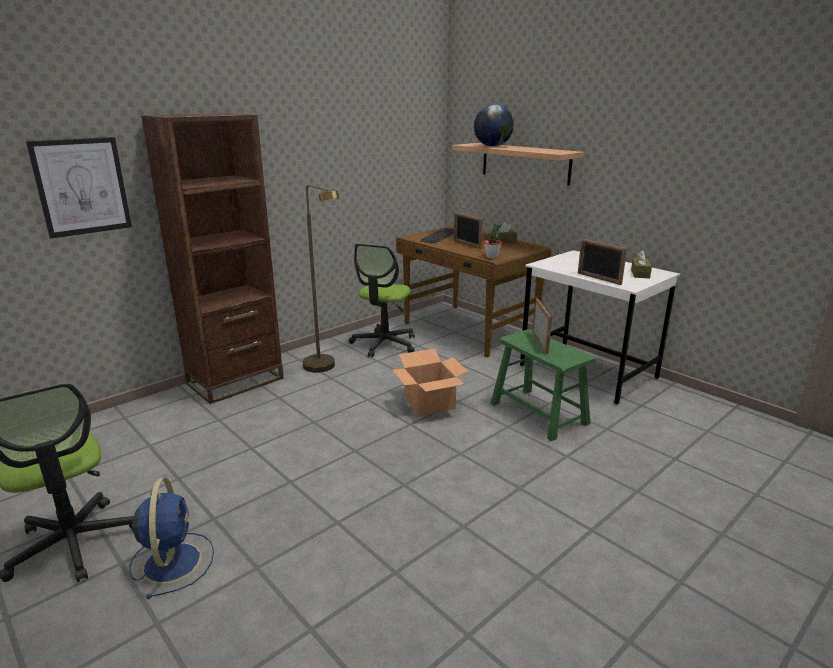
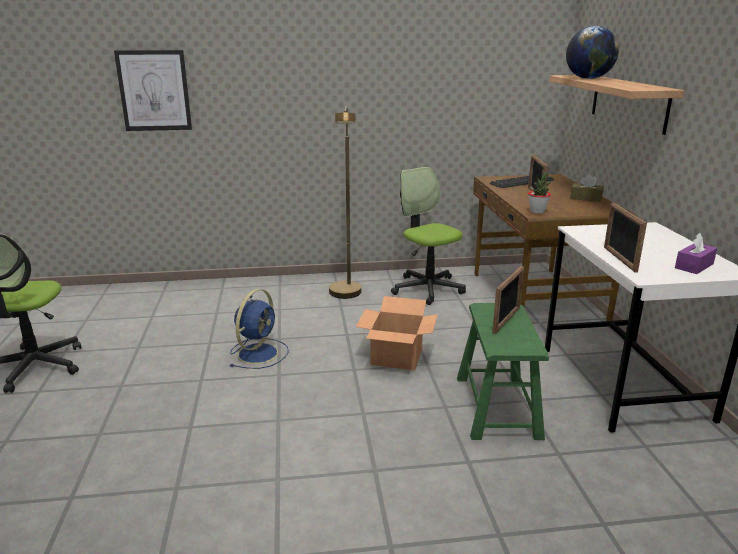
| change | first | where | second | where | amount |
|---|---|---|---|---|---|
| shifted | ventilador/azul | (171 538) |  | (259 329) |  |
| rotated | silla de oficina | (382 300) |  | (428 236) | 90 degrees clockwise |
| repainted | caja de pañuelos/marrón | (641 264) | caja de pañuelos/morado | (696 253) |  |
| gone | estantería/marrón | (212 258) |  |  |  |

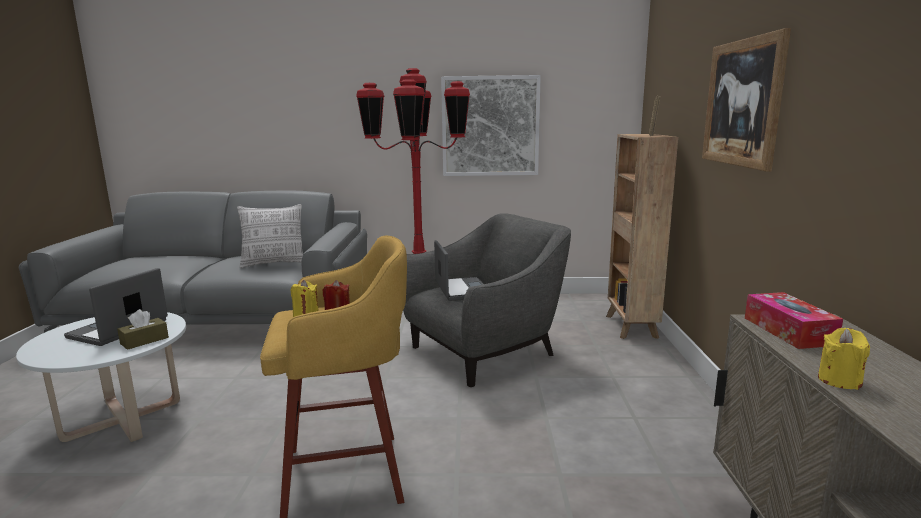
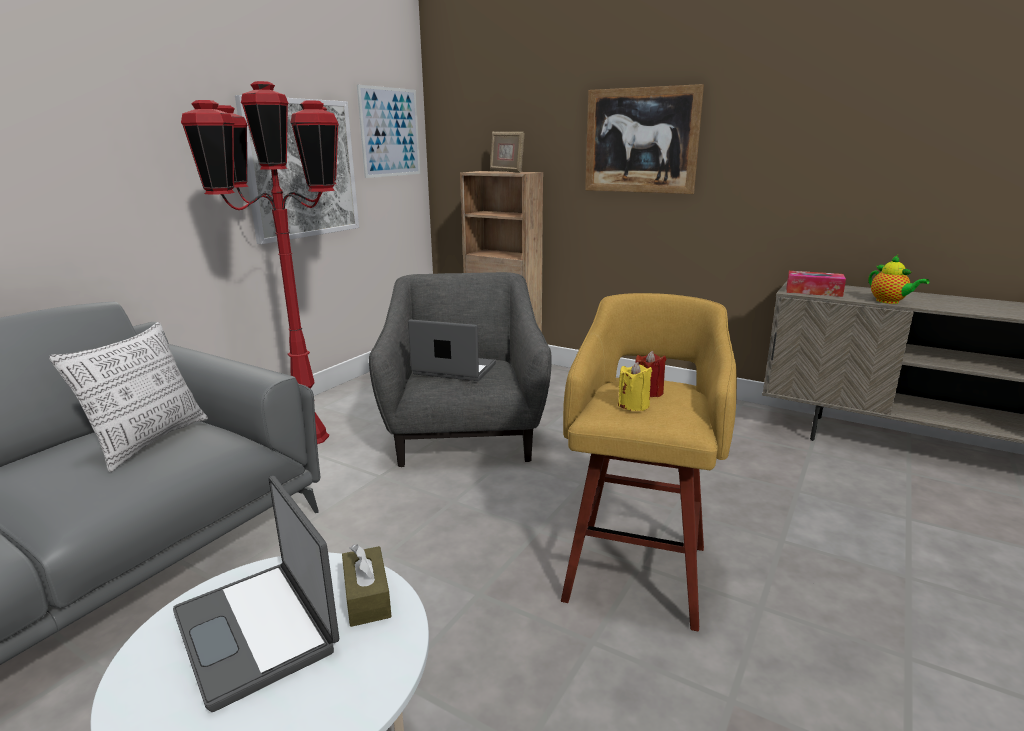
| change | first | where | second | where | amount |
|---|---|---|---|---|---|
| new |  |  | cuadro | (388 131) |  |
| swapped | vela/amarillo | (844 359) | tetera | (899 279) |  |

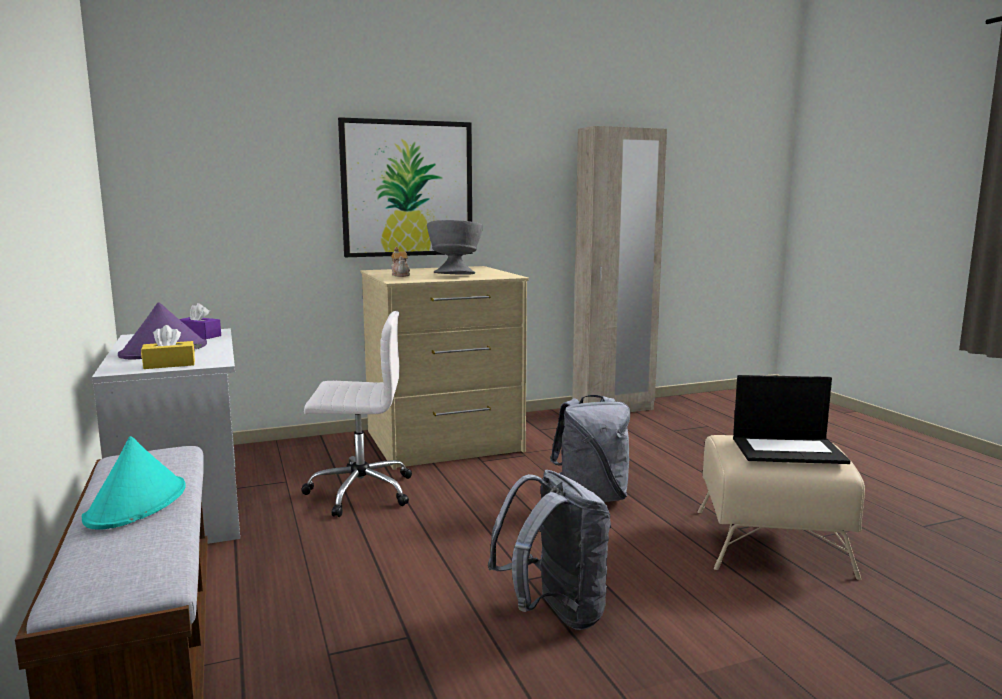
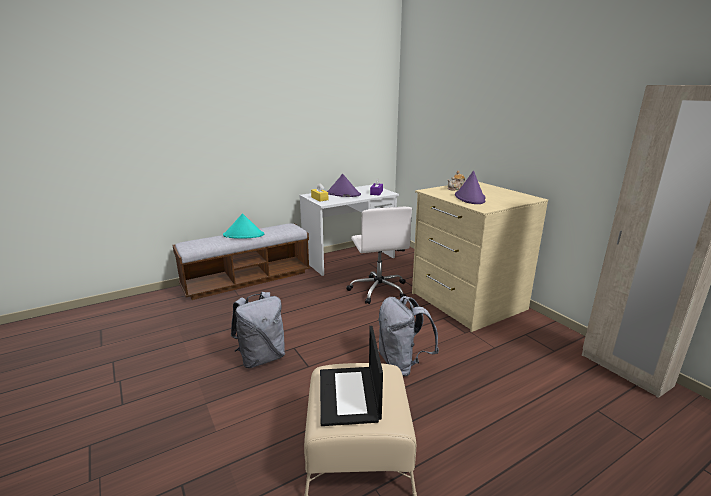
| change | first | where | second | where | amount |
|---|---|---|---|---|---|
| swapped | cuenco/gris | (455 247) | sombrero/morado | (470 187) |  |
| gone | cuadro | (405 187) |  |  |  |

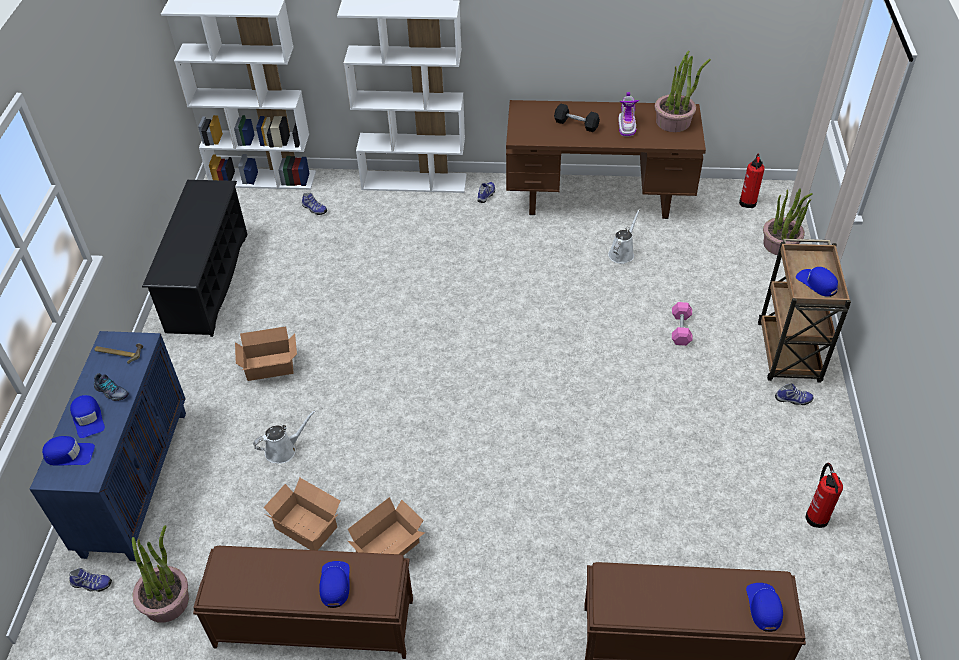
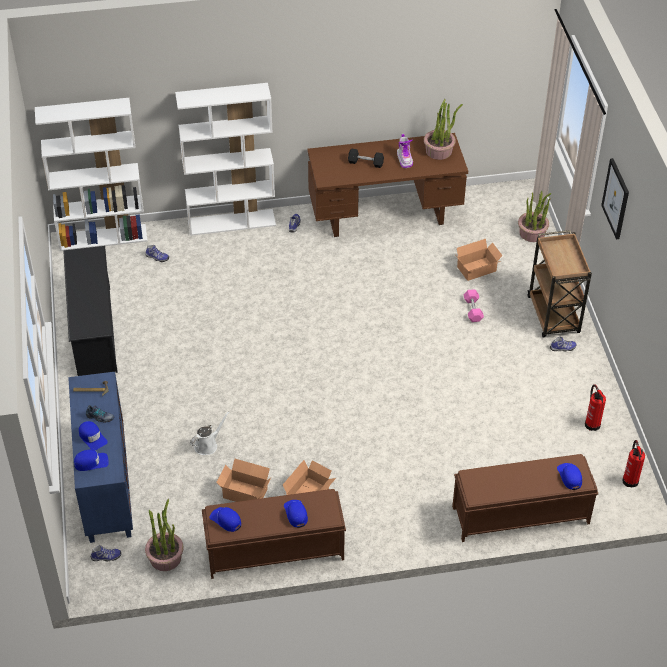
| change | first | where | second | where | amount |
|---|---|---|---|---|---|
| shifted | gorra/azul | (817 282) |  | (225 519) |  |
| shifted | caja de cartón | (266 353) |  | (479 260) |  |
| new |  |  | cuadro | (615 199) |  |
| shifted | extintor | (752 180) |  | (633 463) |  |
| gone | regadera/blanco | (624 236) |  |  |  |

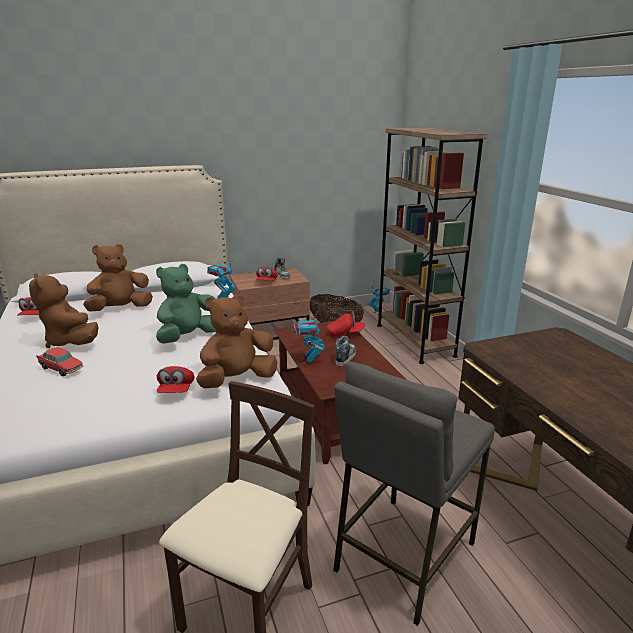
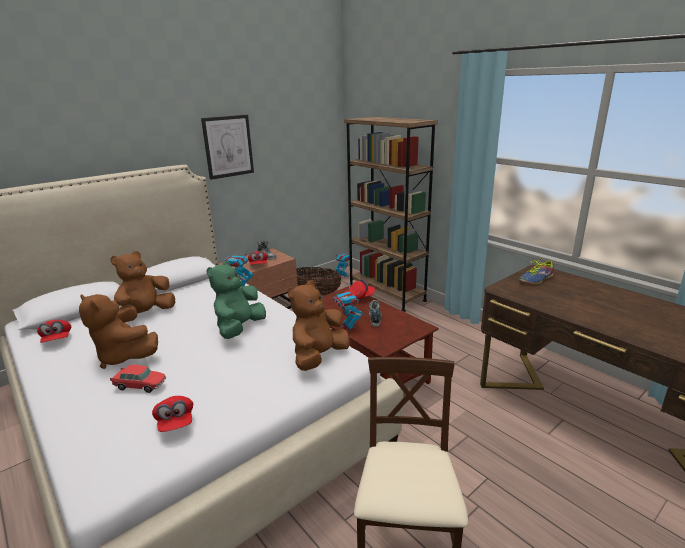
| change | first | where | second | where | amount |
|---|---|---|---|---|---|
| shifted | gorra/rojo | (176 379) |  | (172 414) |  |
| new |  |  | cuadro | (227 147) |  |
| new |  |  | zapato | (536 271) |  |
| gone | taburete/gris | (414 494) |  |  |  |

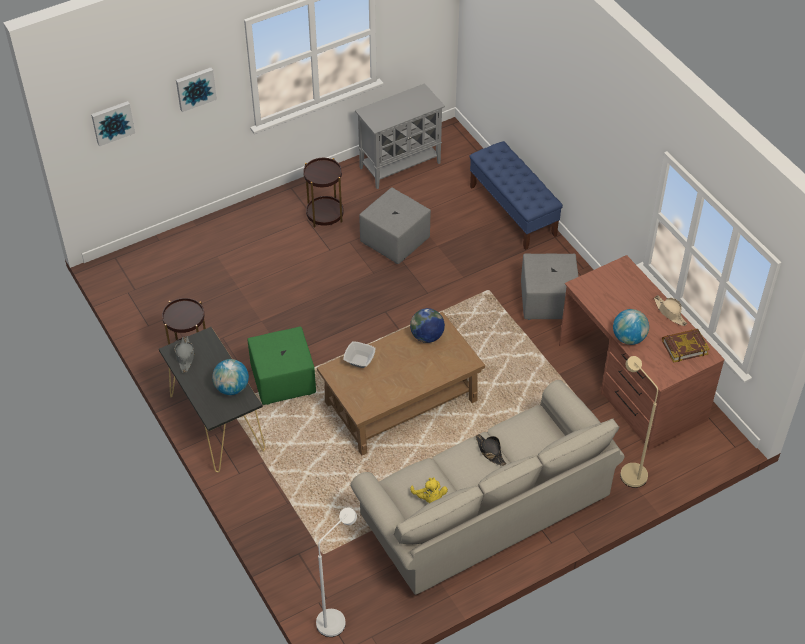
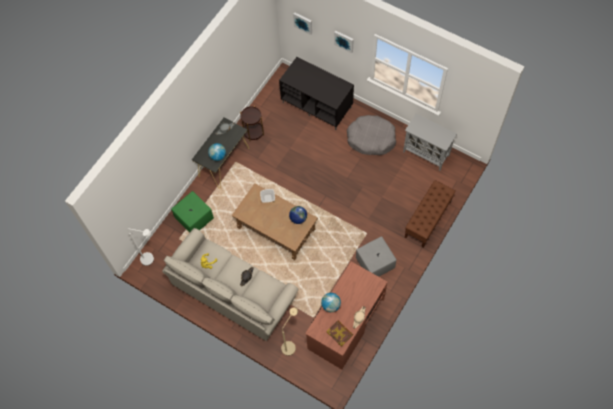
| change | first | where | second | where | amount |
|---|---|---|---|---|---|
| shifted | puf/verde | (282 365) |  | (192 212) |  |
| new |  |  | mueble de televisión/negro | (316 93) |  |
| swapped | mesa auxiliar/marrón | (323 193) | cama para perro/gris | (371 135) |  |
| repainted | banco/azul | (516 195) | banco/marrón | (430 214) |  |
| gone | puf/gris | (395 225) |  |  |  |

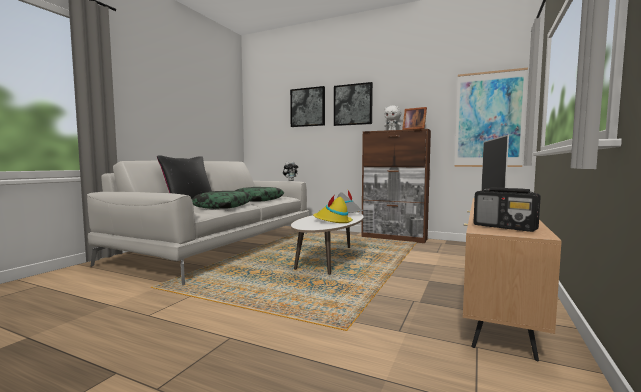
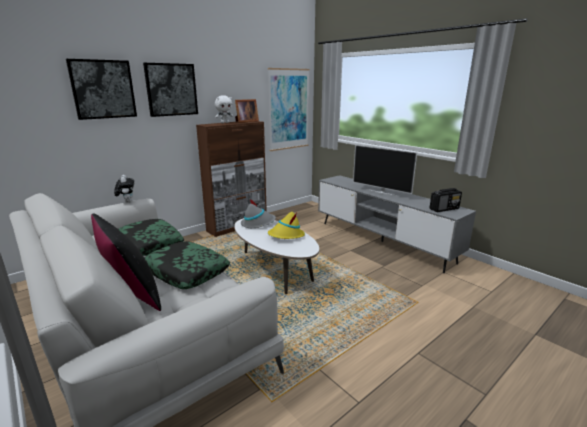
| change | first | where | second | where | amount |
|---|---|---|---|---|---|
| repainted | mueble de televisión/marrón | (512 279) | mueble de televisión/gris | (397 224) |  |

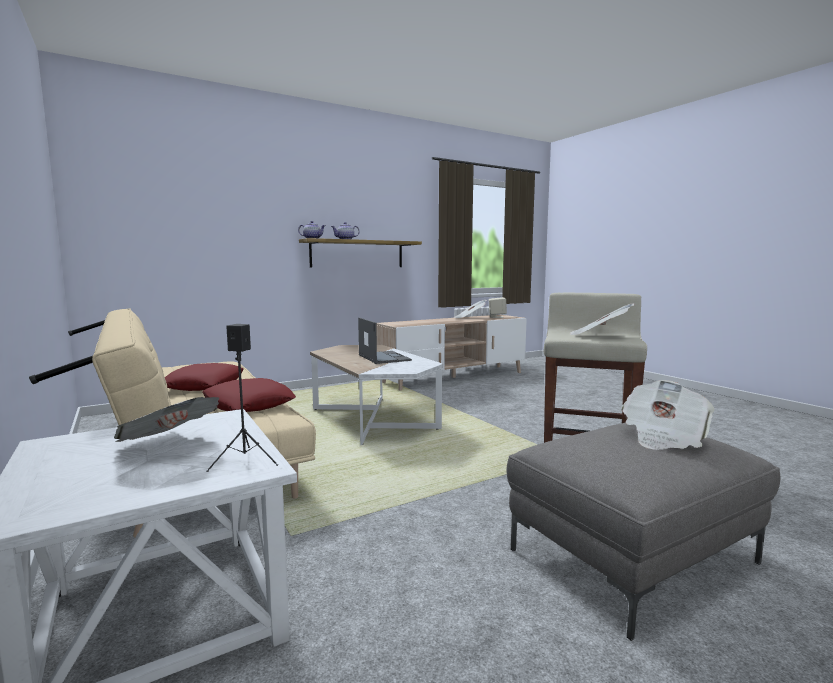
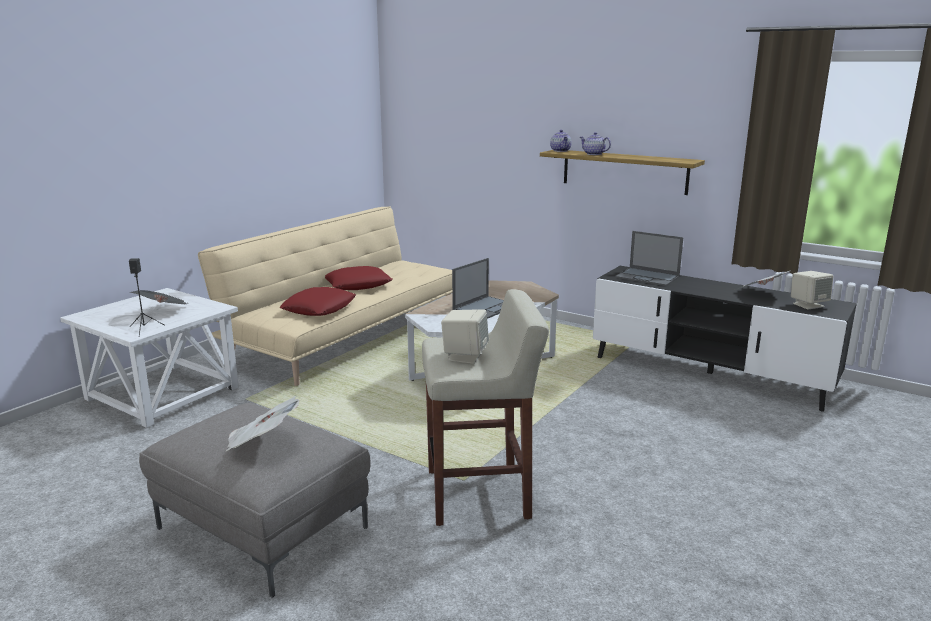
| change | first | where | second | where | amount |
|---|---|---|---|---|---|
| swapped | periódico | (602 319) | altavoz/beis | (465 336) |  |
| repainted | mueble de televisión/beis | (451 353) | mueble de televisión/negro | (725 339) |  |
| new |  |  | portátil | (649 258) |  |

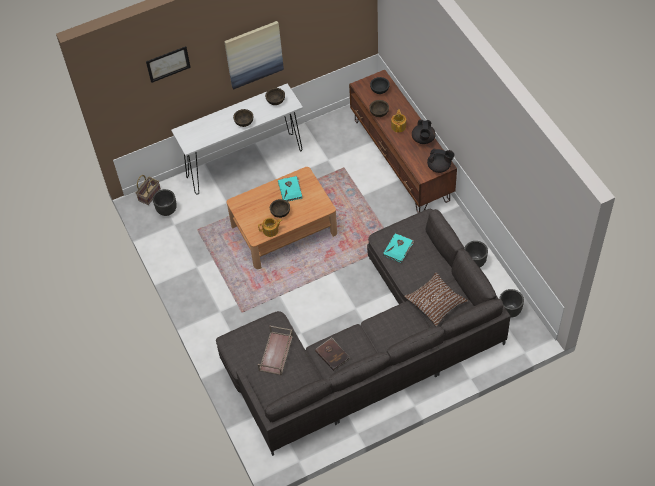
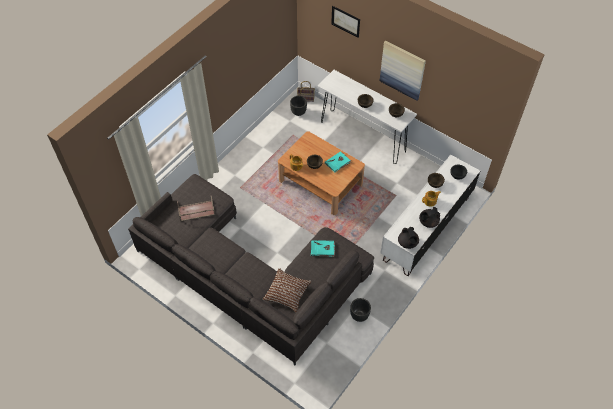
| change | first | where | second | where | amount |
|---|---|---|---|---|---|
| repainted | mueble de televisión/marrón | (403 141) | mueble de televisión/blanco | (430 215) |  |
| gone | libro/marrón | (332 354) |  |  |  |
| gone | maceta/negro | (511 303) |  |  |  |

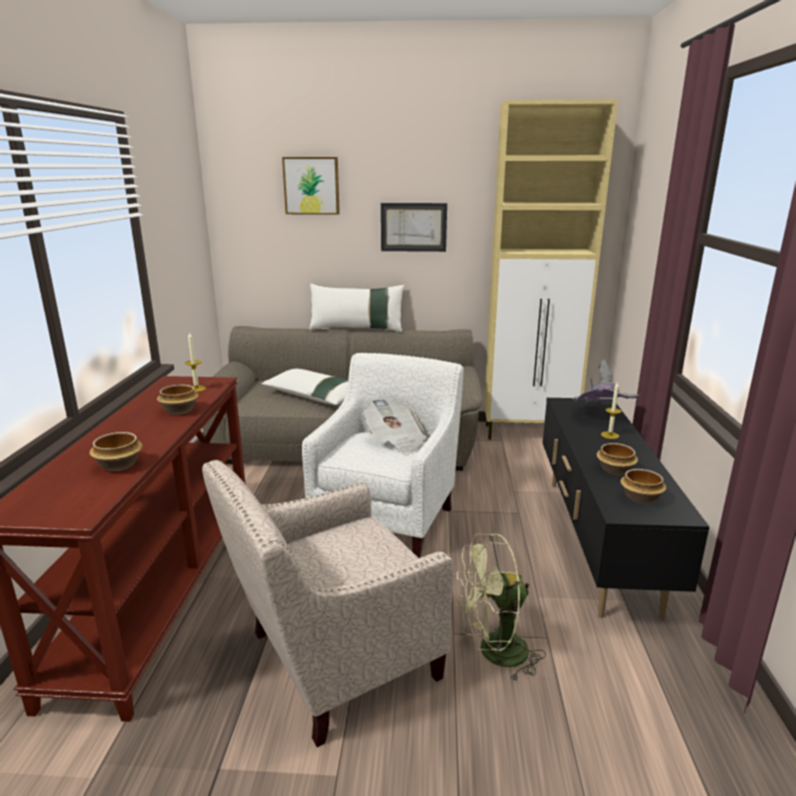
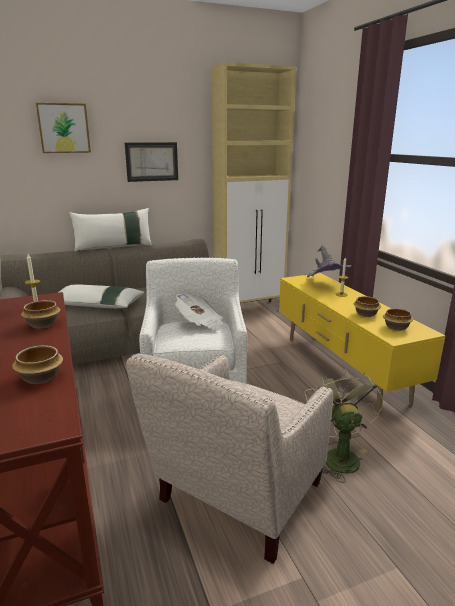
| change | first | where | second | where | amount |
|---|---|---|---|---|---|
| repainted | mueble de televisión/negro | (626 509) | mueble de televisión/amarillo | (362 343) |  |
| rotated | ventilador/verde | (501 608) |  | (343 426) | 120 degrees clockwise |

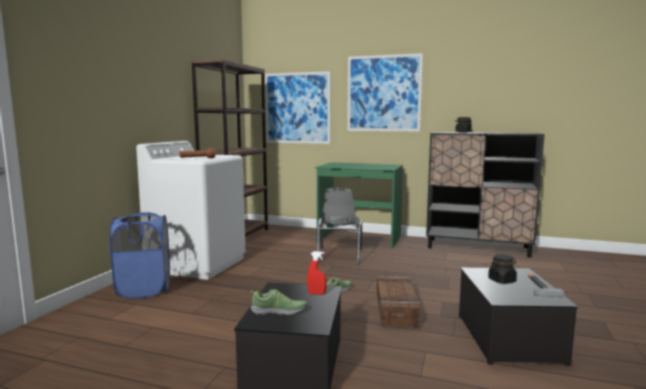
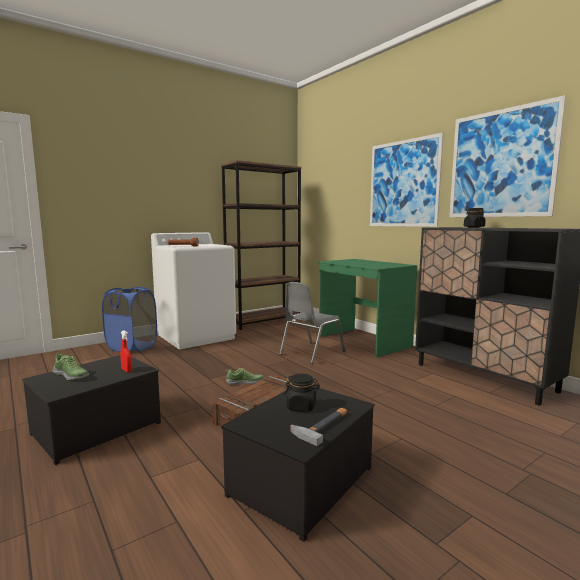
| change | first | where | second | where | amount |
|---|---|---|---|---|---|
| shifted | cuadro | (297 107) |  | (507 156) |  |

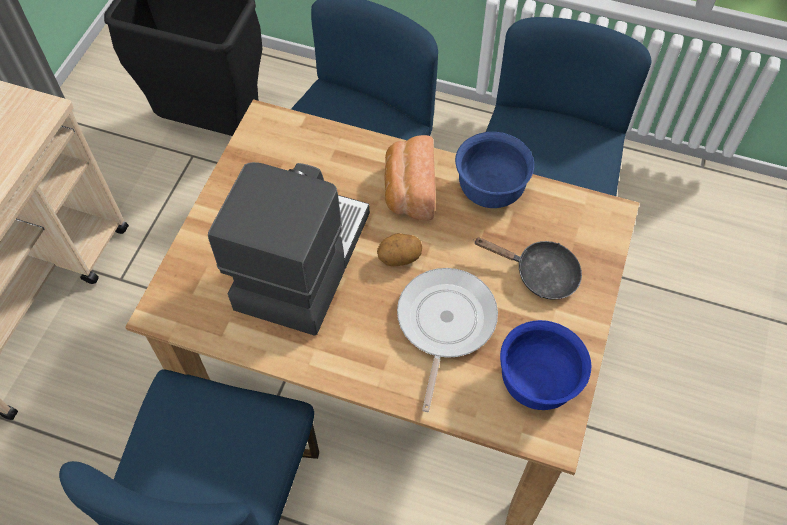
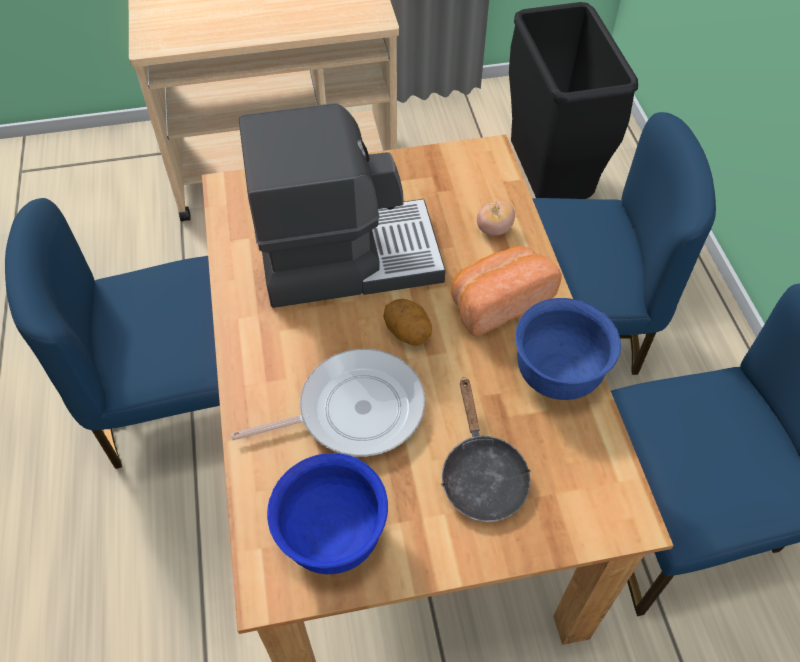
| change | first | where | second | where | amount |
|---|---|---|---|---|---|
| new |  |  | tomate | (496 218) |  |

